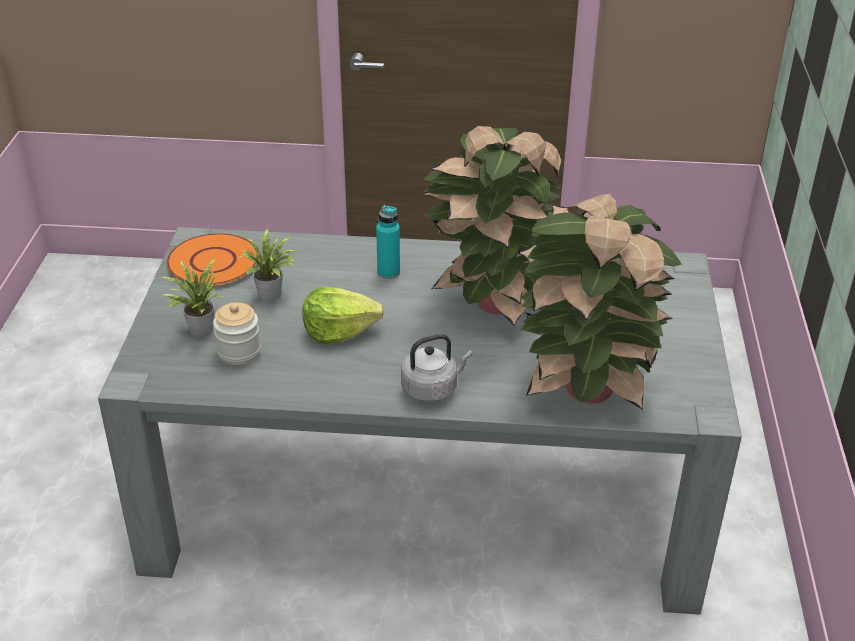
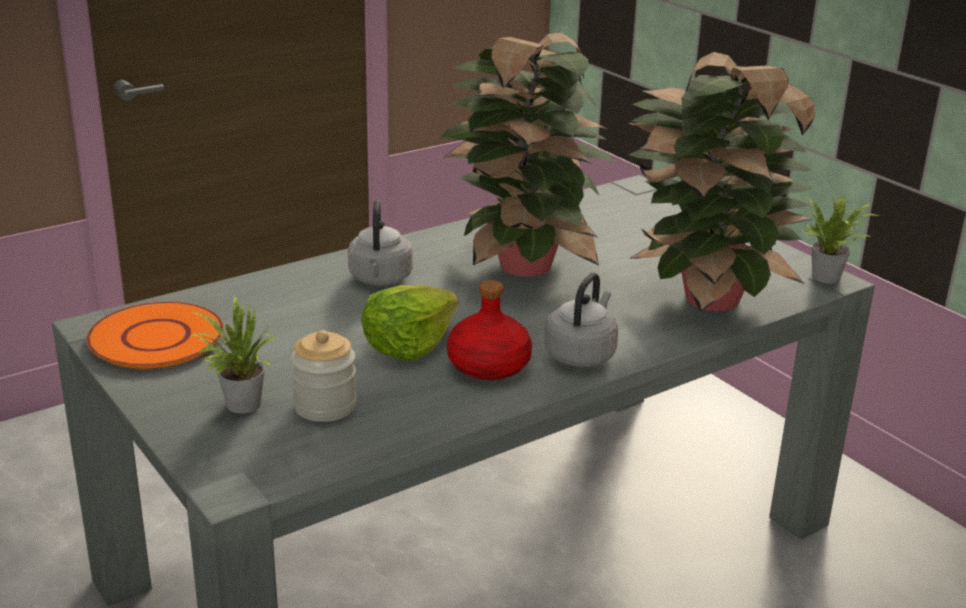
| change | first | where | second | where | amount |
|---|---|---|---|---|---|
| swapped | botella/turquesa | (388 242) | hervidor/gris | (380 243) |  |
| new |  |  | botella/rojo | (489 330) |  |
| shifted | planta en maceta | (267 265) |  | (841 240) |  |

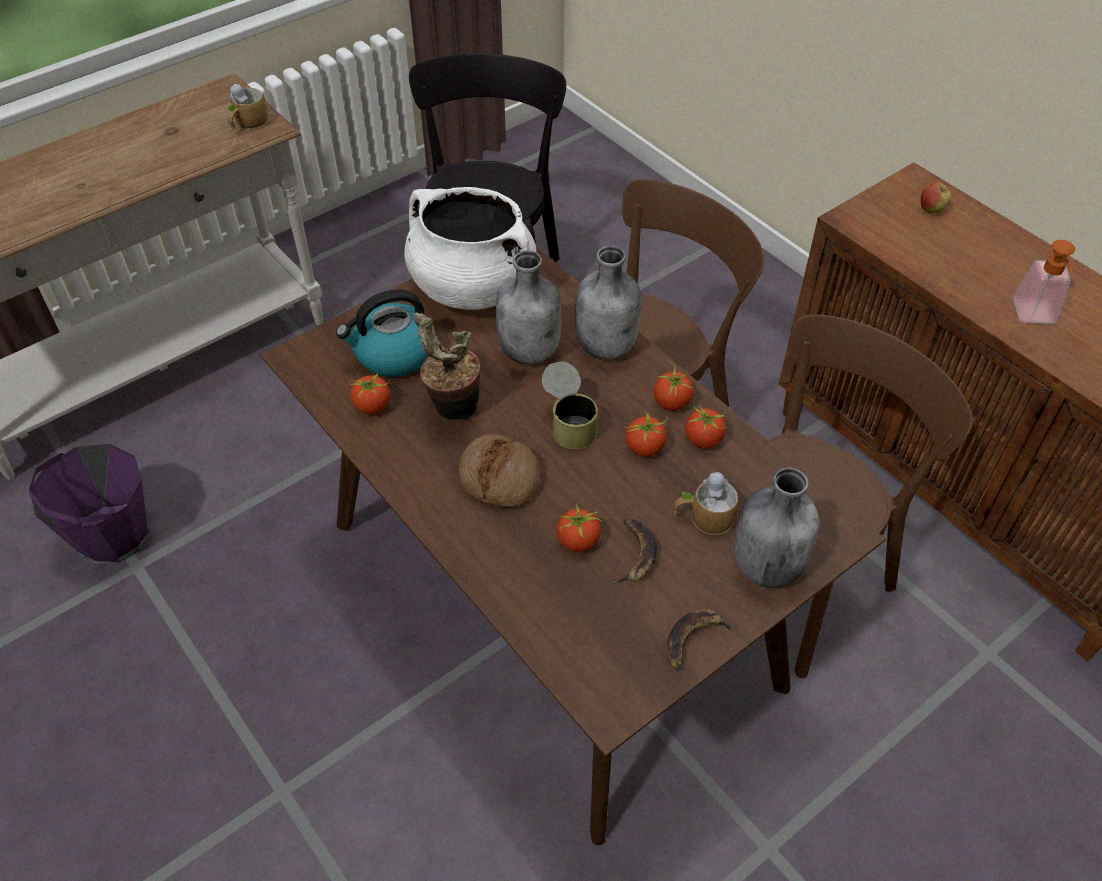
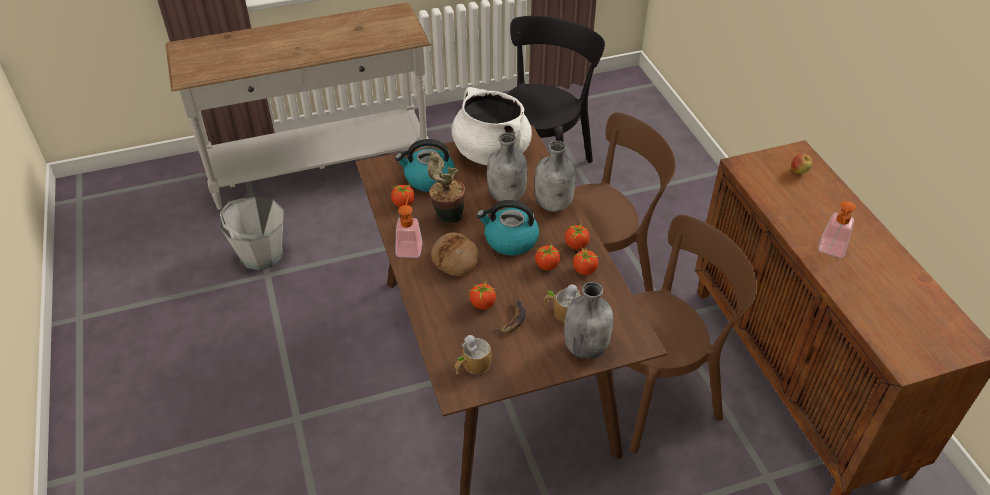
| change | first | where | second | where | amount |
|---|---|---|---|---|---|
| repainted | cubo/morado | (89 504) | cubo/gris | (251 233) |  |
| new |  |  | dispensador de jabón | (409 226) |  |
| shifted | taza grande | (248 107) |  | (473 355) |  |
| swapped | lata | (570 405) | hervidor | (508 227) |  |
| gone | plátano | (701 639) |  |  |  |

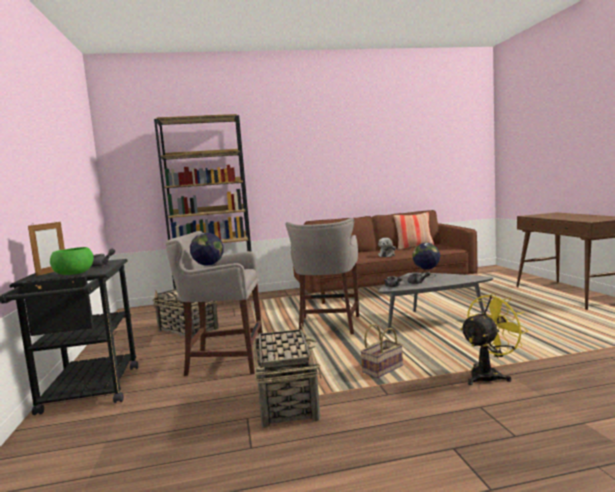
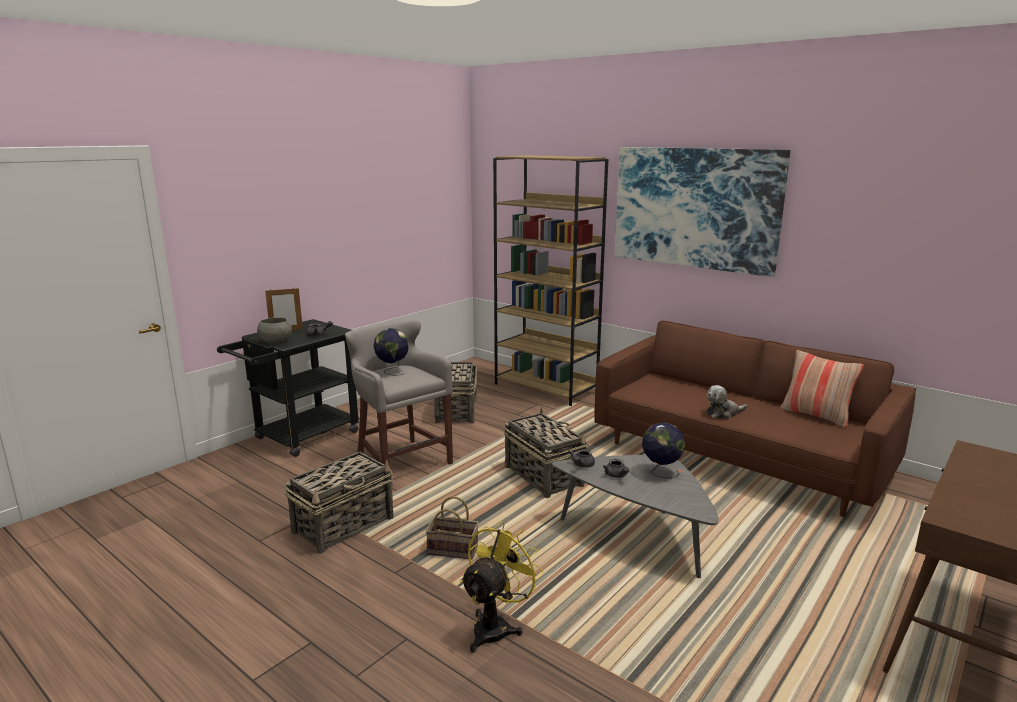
| change | first | where | second | where | amount |
|---|---|---|---|---|---|
| repainted | cuenco/verde | (72 261) | cuenco/gris | (274 330) |  |
| rotated | ventilador/amarillo | (494 339) |  | (502 587) | 75 degrees counterclockwise |
| swapped | taburete/gris | (322 276) | cesta | (546 452) |  |
| new |  |  | cuadro | (702 212) |  |

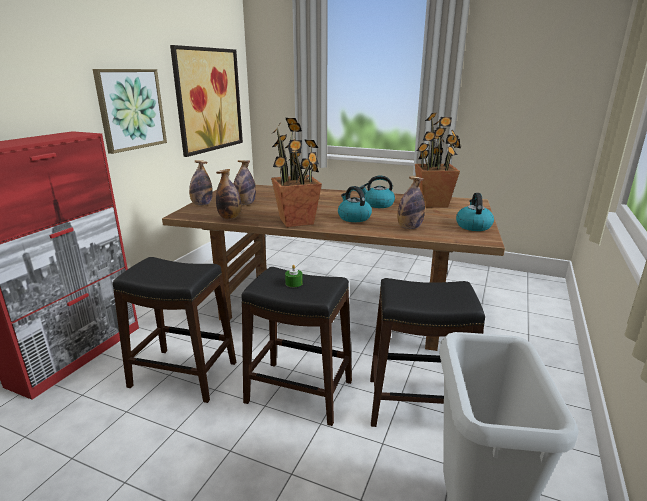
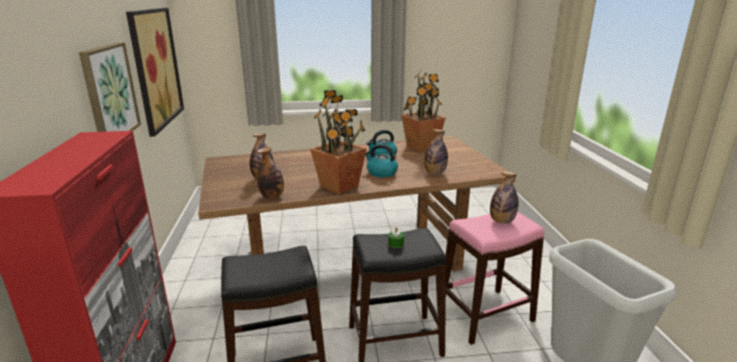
| change | first | where | second | where | amount |
|---|---|---|---|---|---|
| repainted | taburete/negro | (427 352) | taburete/rosa | (495 278) |  |
| shifted | botella | (201 183) |  | (504 197) |  |
| gone | hervidor | (475 212) |  |  |  |

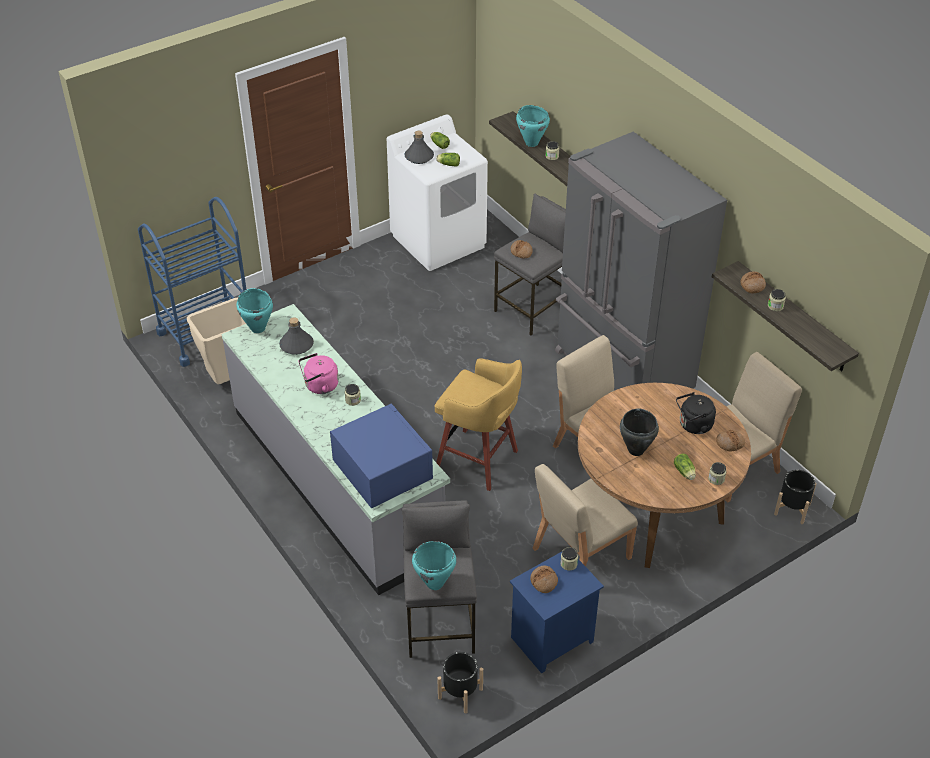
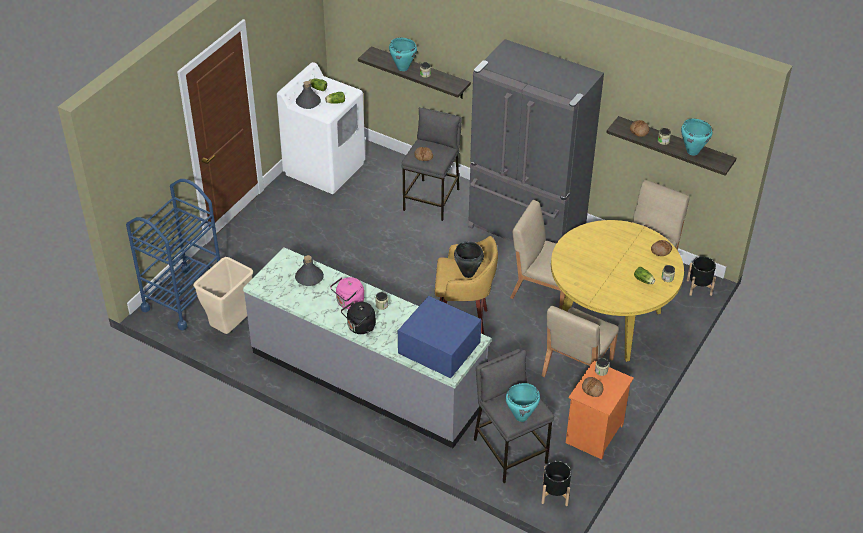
| change | first | where | second | where | amount |
|---|---|---|---|---|---|
| shifted | hervidor/negro | (696 413) |  | (358 317) |  |
| shifted | olla/negro | (639 432) |  | (469 259) |  |
| repainted | mesa de comedor/marrón | (664 475) | mesa de comedor/amarillo | (617 291) |  |
| repainted | mesita de noche/azul | (557 613) | mesita de noche/naranja | (600 410) |  |
| shifted | olla/turquesa | (254 310) |  | (696 136) |  |

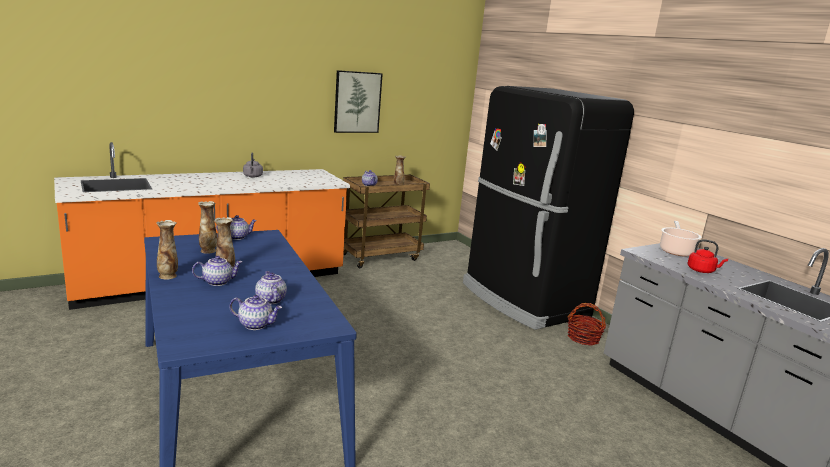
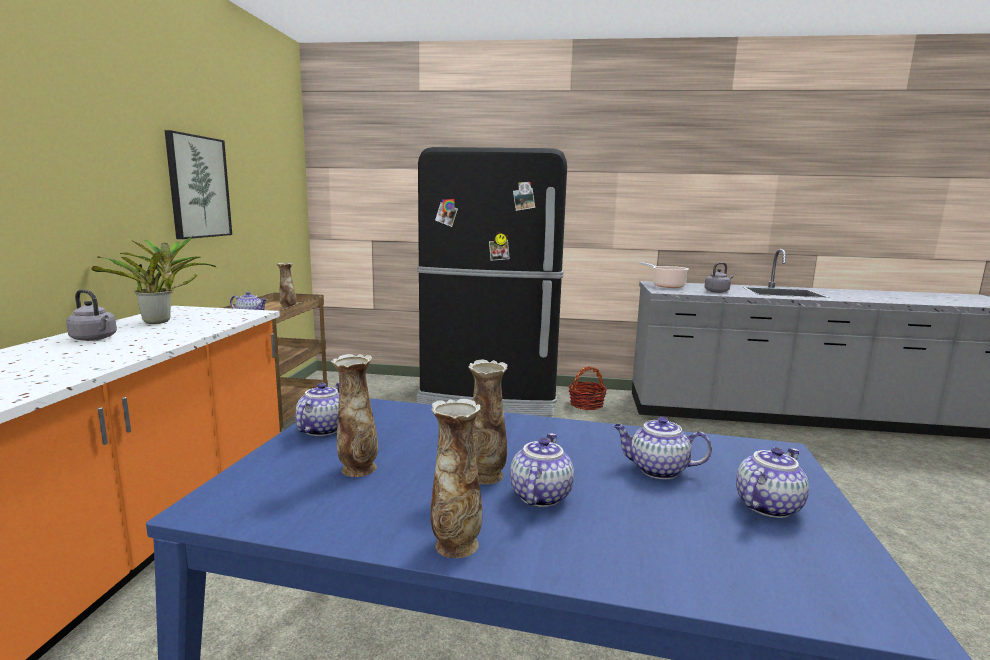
| change | first | where | second | where | amount |
|---|---|---|---|---|---|
| new |  |  | planta en maceta | (153 279) |  |
| repainted | hervidor/rojo | (708 256) | hervidor/gris | (719 277) |  |

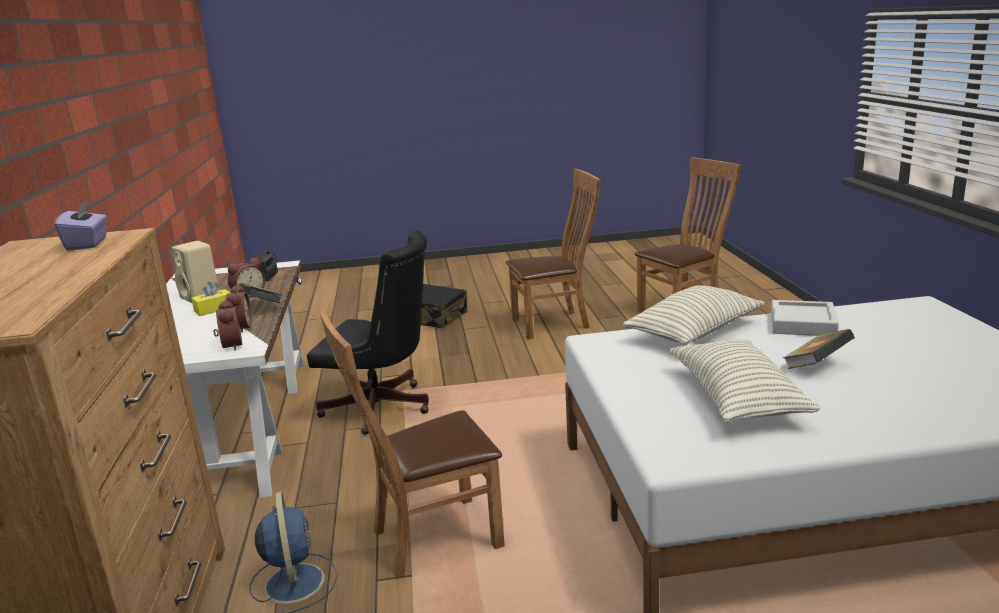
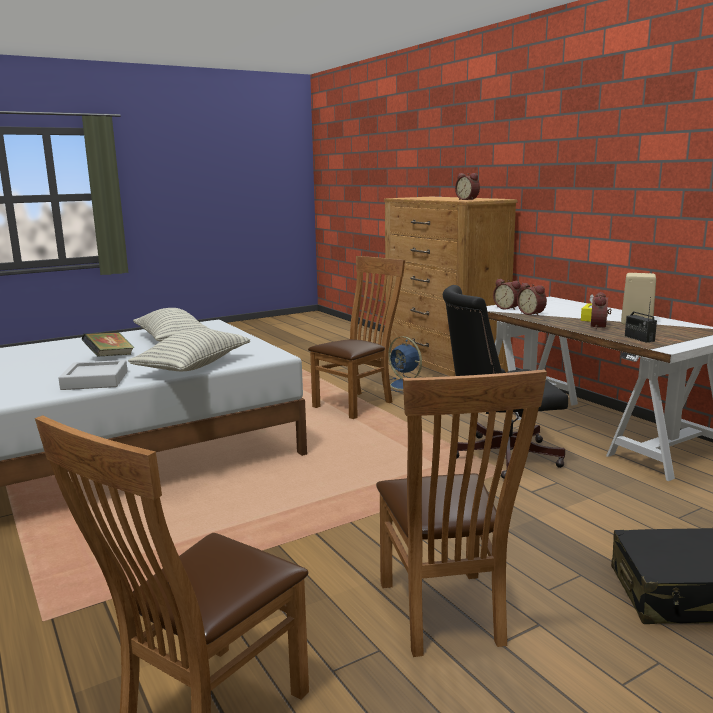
| change | first | where | second | where | amount |
|---|---|---|---|---|---|
| rotated | silla/marrón | (553 254) |  | (461 513) | 60 degrees counterclockwise |
| swapped | caja de pañuelos/morado | (81 225) | despertador | (467 186) |  |
| gone | libro | (260 293) |  |  |  |

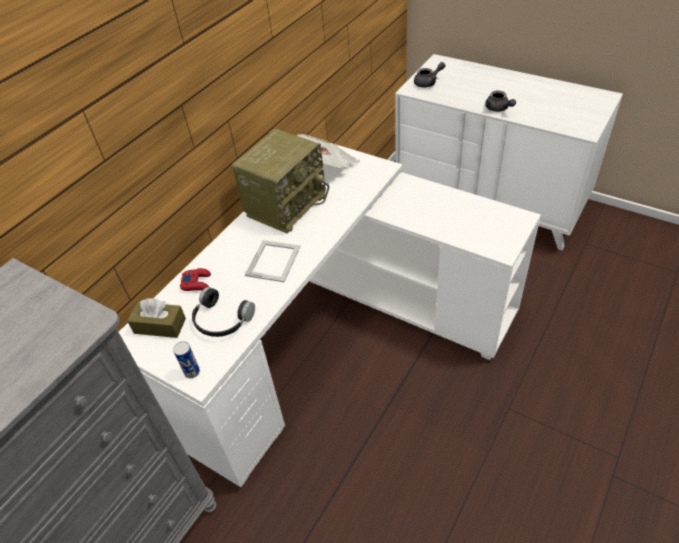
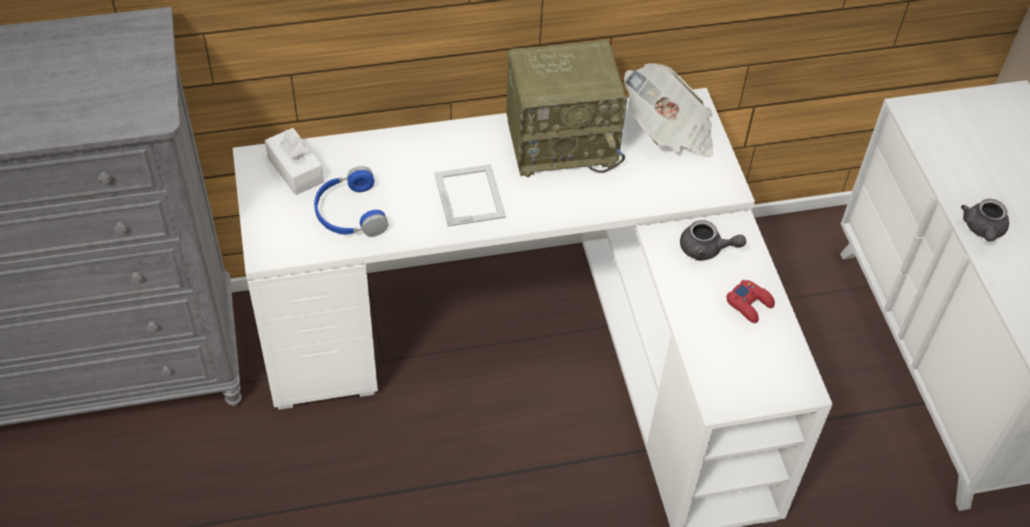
| change | first | where | second | where | amount |
|---|---|---|---|---|---|
| repainted | caja de pañuelos/marrón | (156 318) | caja de pañuelos/blanco | (294 161) |  |
| repainted | auriculares/negro | (223 312) | auriculares/azul | (351 201) |  |
| rotated | portarretratos | (272 261) |  | (470 195) | 75 degrees counterclockwise |
| shifted | tetera/gris | (429 75) |  | (713 240) |  |
| shifted | mando de consola/rojo | (195 279) |  | (750 301) |  |
| gone | lata | (186 360) |  |  |  |

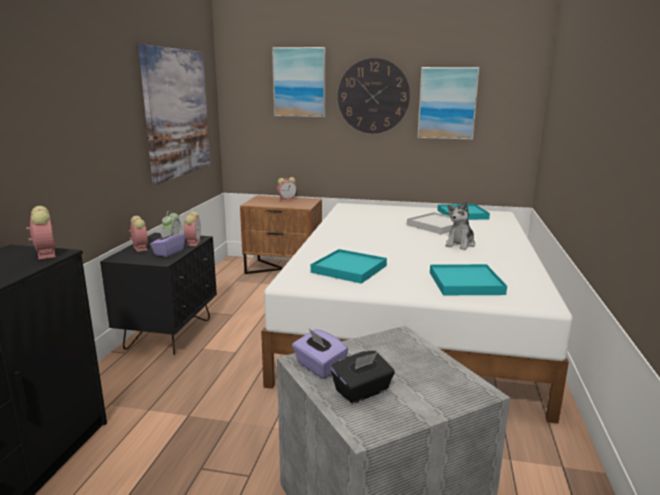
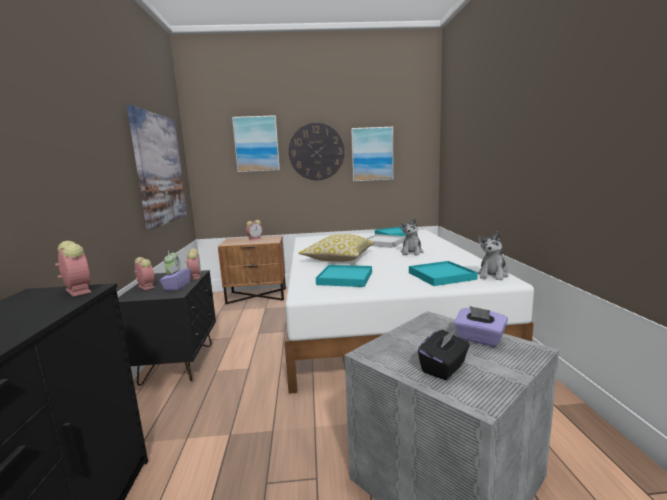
| change | first | where | second | where | amount |
|---|---|---|---|---|---|
| new |  |  | cojín | (336 248) |  |
| shifted | caja de pañuelos/morado | (320 354) |  | (481 326) |  |
| new |  |  | peluche | (493 256) |  |

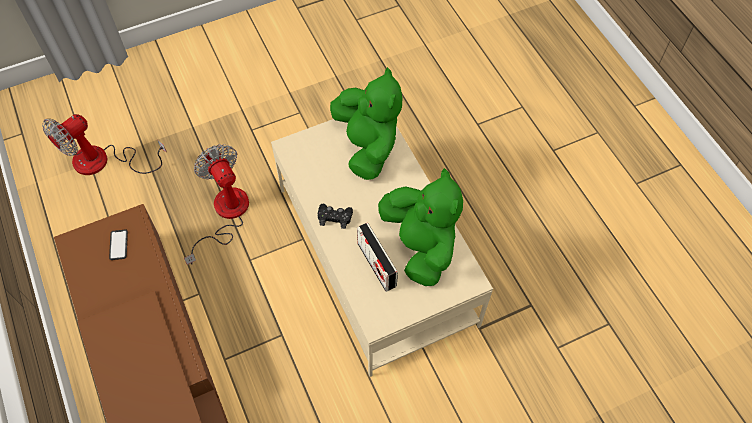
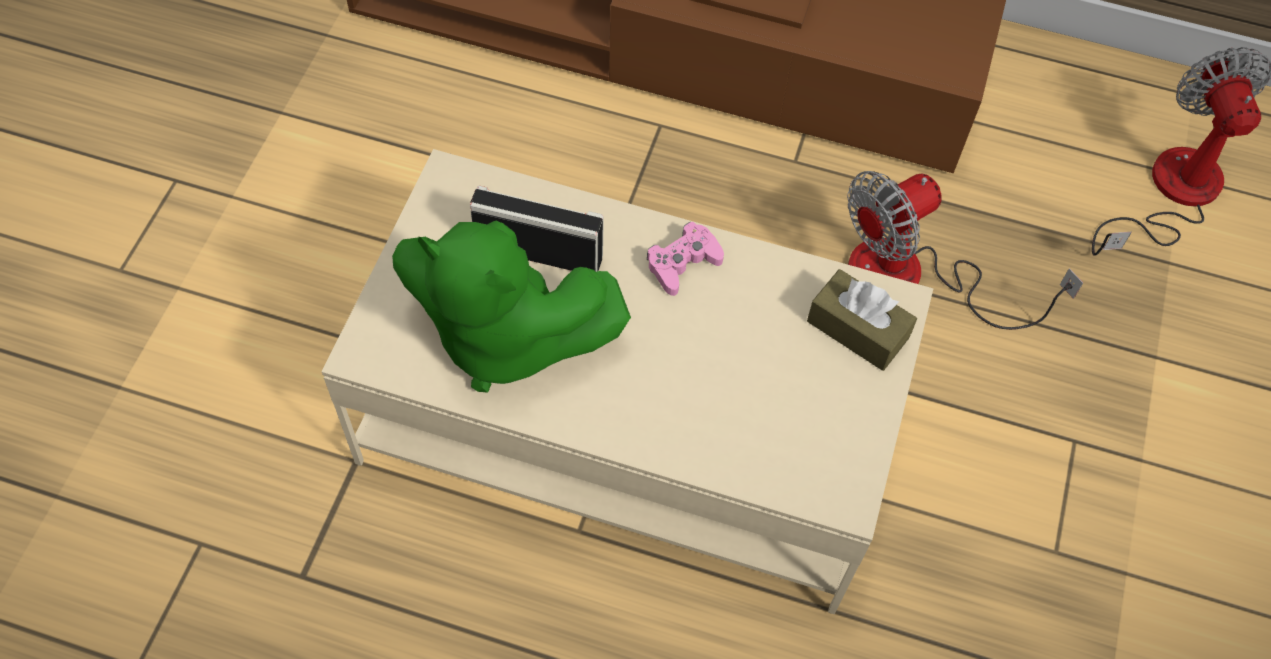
| change | first | where | second | where | amount |
|---|---|---|---|---|---|
| repainted | mando de consola/negro | (335 216) | mando de consola/rosa | (685 259) |  |
| new |  |  | caja de pañuelos/marrón | (862 320) |  |
| rotated | ventilador | (216 204) |  | (965 250) | 135 degrees clockwise |
| gone | móvil | (118 244) |  |  |  |
| gone | peluche/verde | (366 123) |  |  |  |

